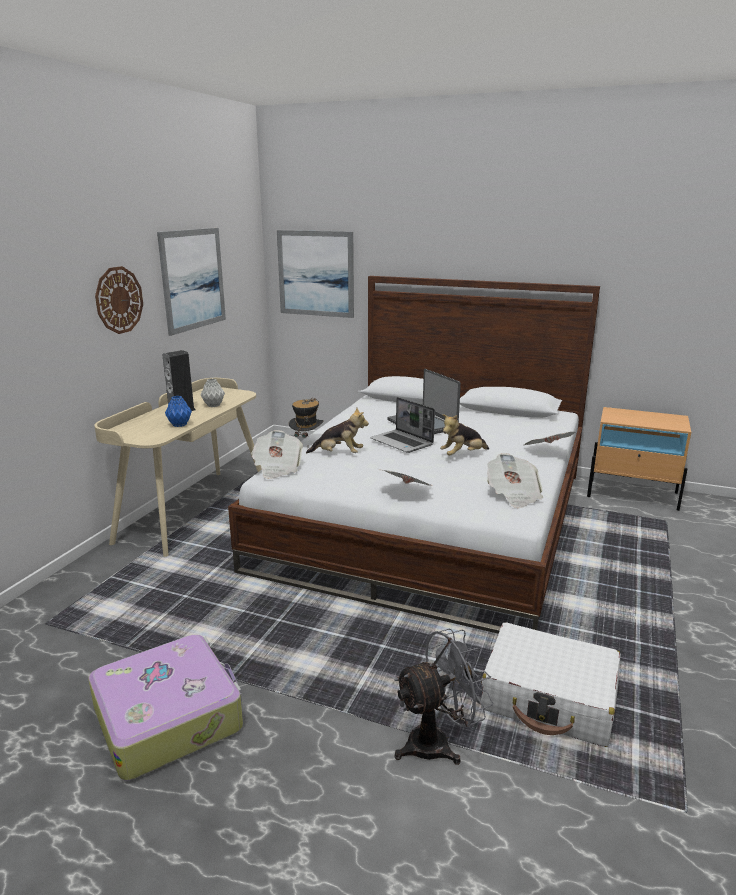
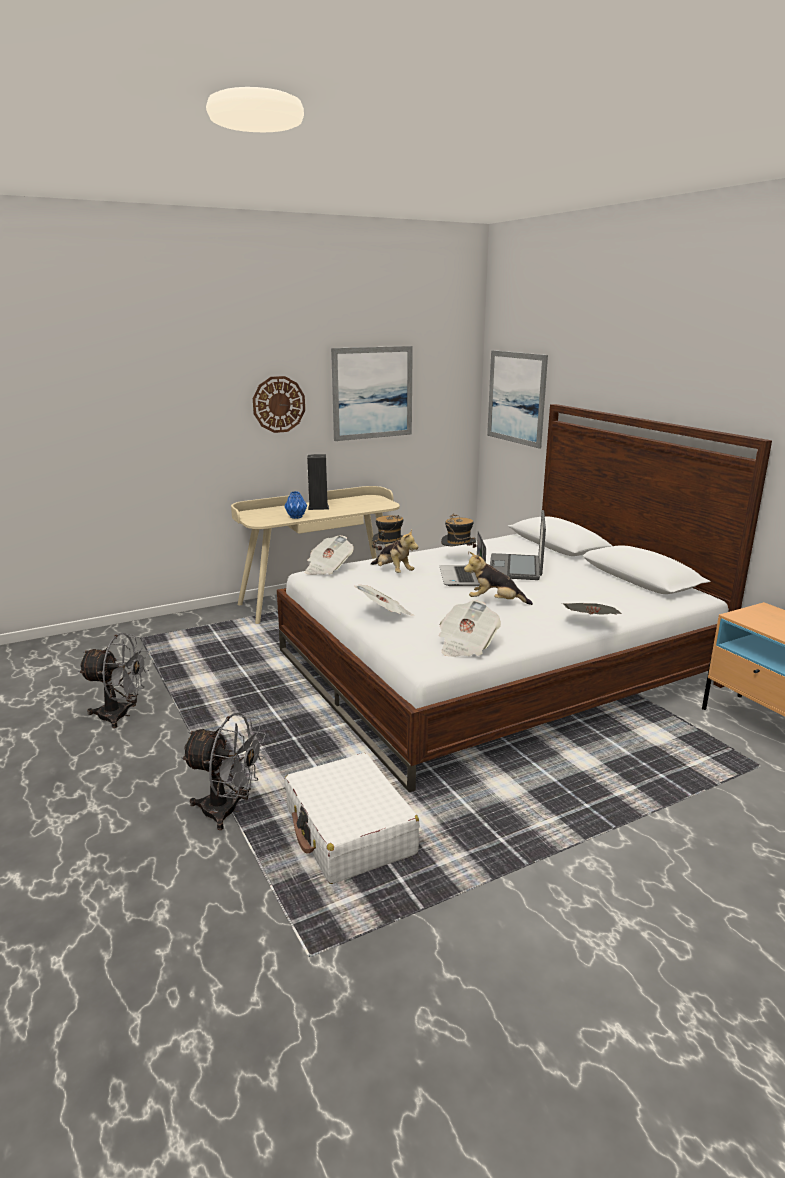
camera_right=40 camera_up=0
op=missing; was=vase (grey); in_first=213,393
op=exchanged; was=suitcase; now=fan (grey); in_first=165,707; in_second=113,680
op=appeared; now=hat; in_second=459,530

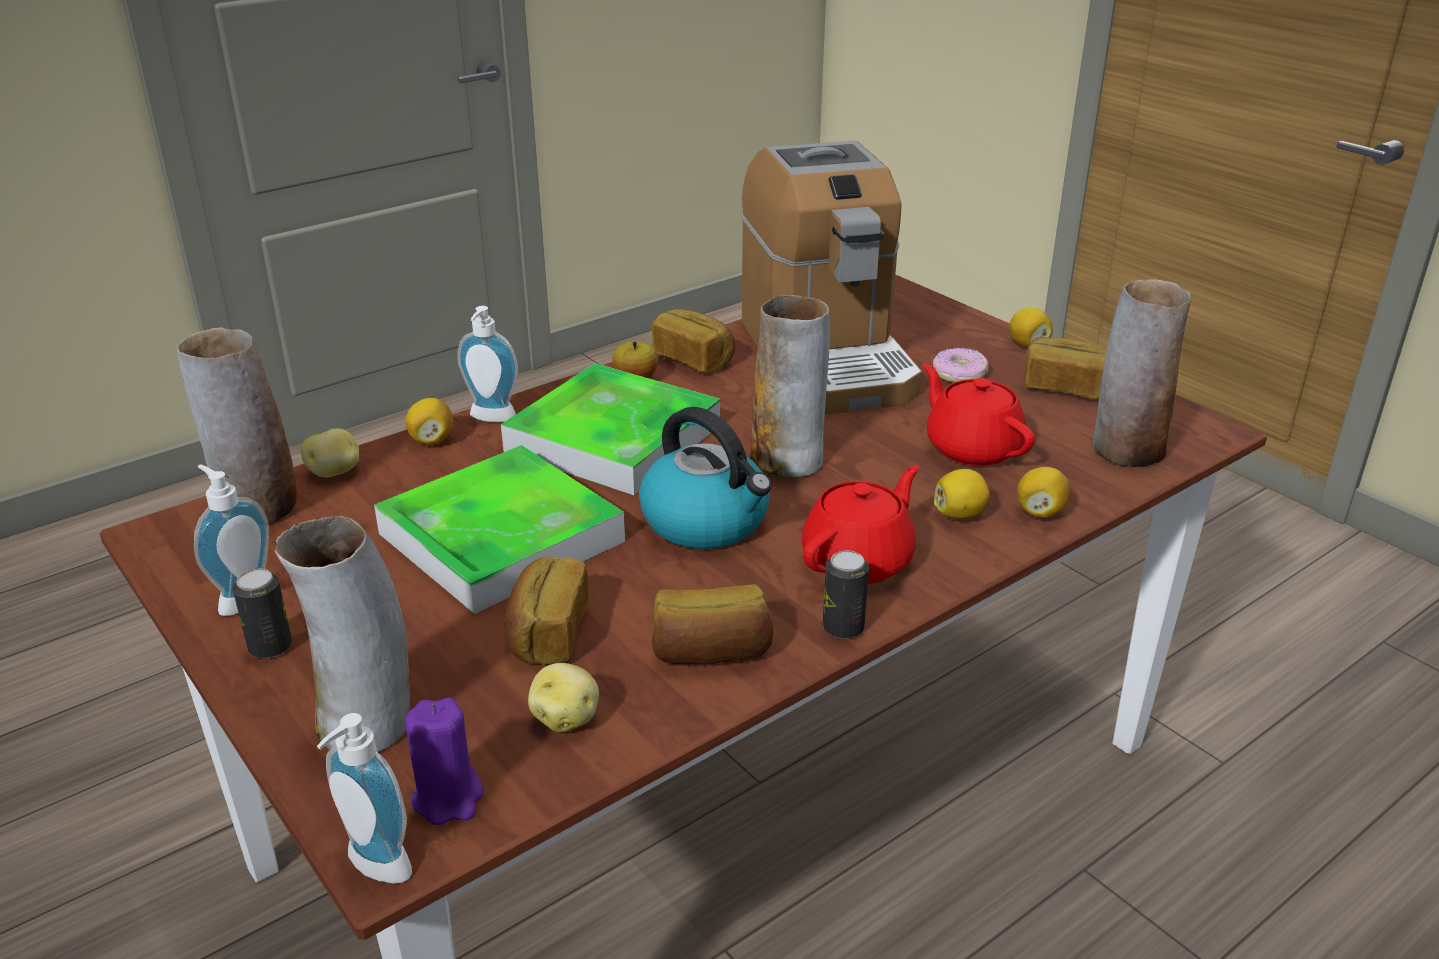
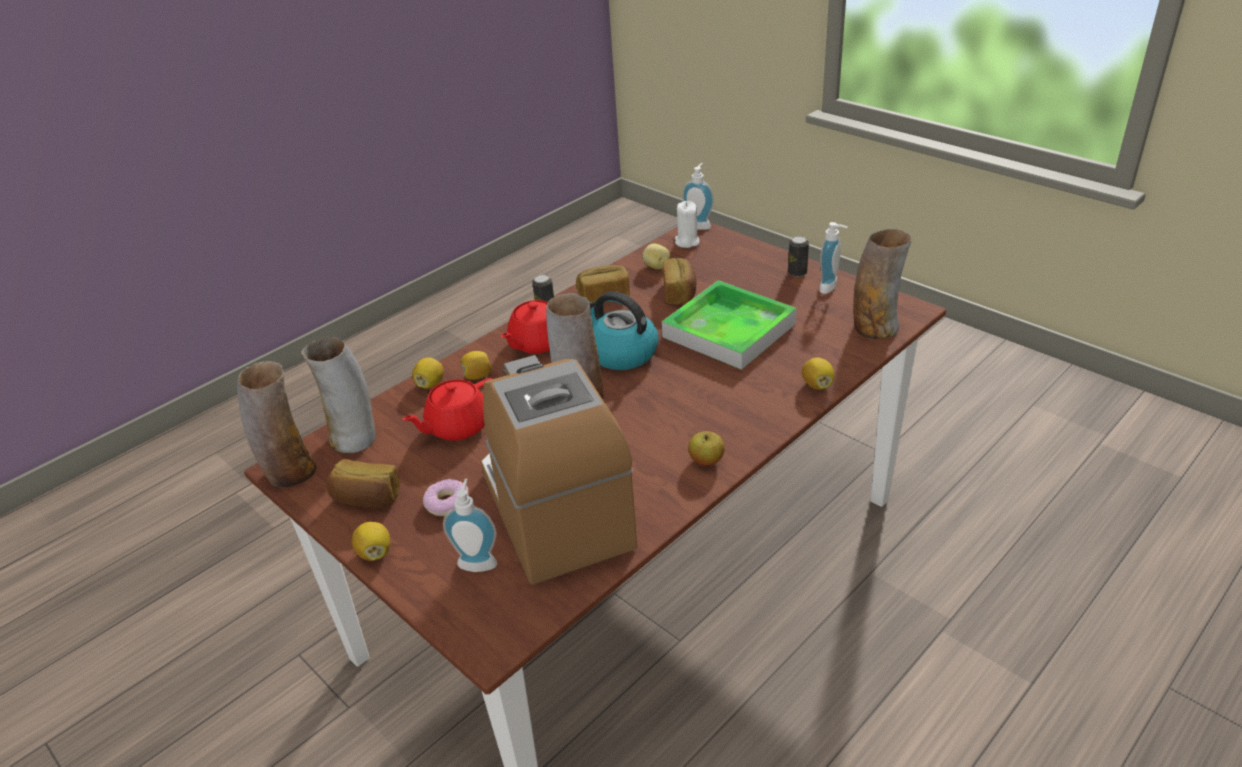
camera_right=175 camera_up=5
op=relocated; was=soap dispenser; in_first=487,364; in_second=470,525
op=missing; was=bread; in_first=694,341
op=missing; was=tray; in_first=610,429
op=spun; was=teapot (red); in_first=979,415; in_second=447,409; clockwise=90
op=missing; was=potato; in_first=330,453
op=relocated; was=vase; in_first=342,634; in_second=277,424
op=colour; was=candle (purple); now=candle (white); in_first=444,761; in_second=687,224

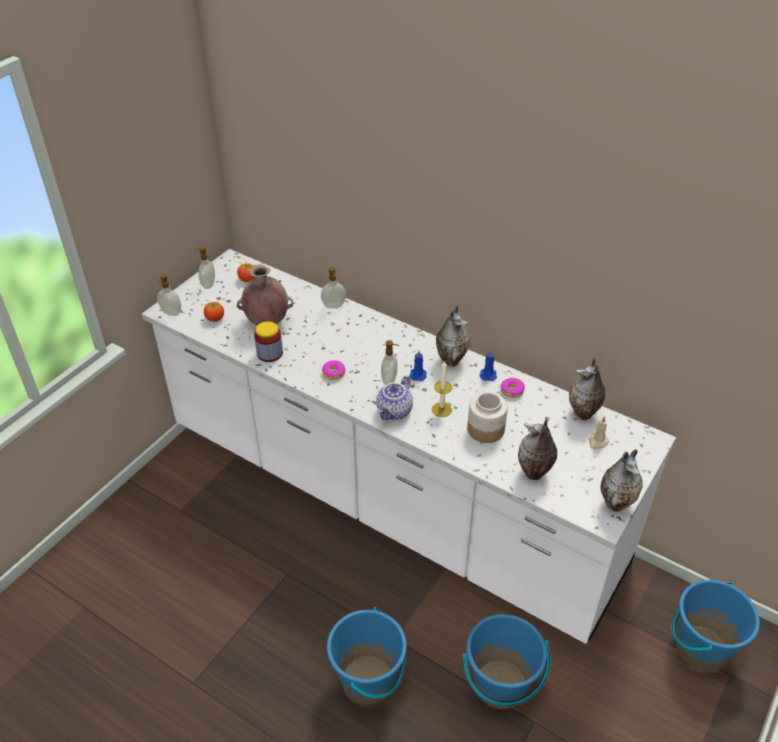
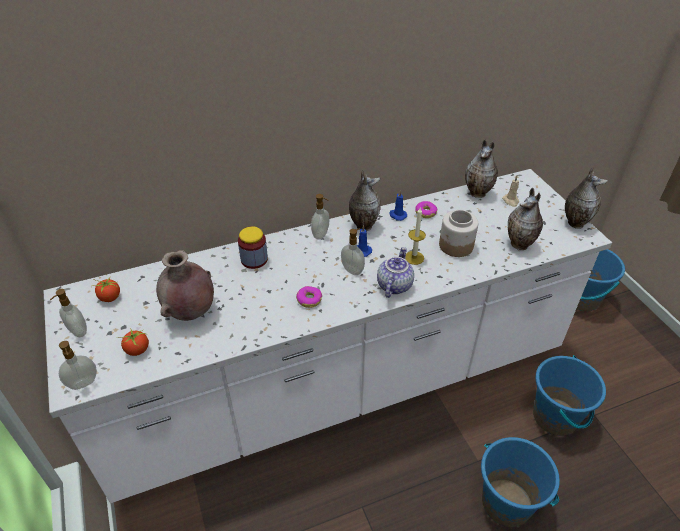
camera_right=-55 camera_up=0
op=relocated; was=soap dispenser; in_first=333,287; in_second=320,217
op=relocated; was=jar; in_first=268,341; in_second=253,247
op=spun; was=teapot; in_first=394,398; in_second=395,272; clockwise=-135

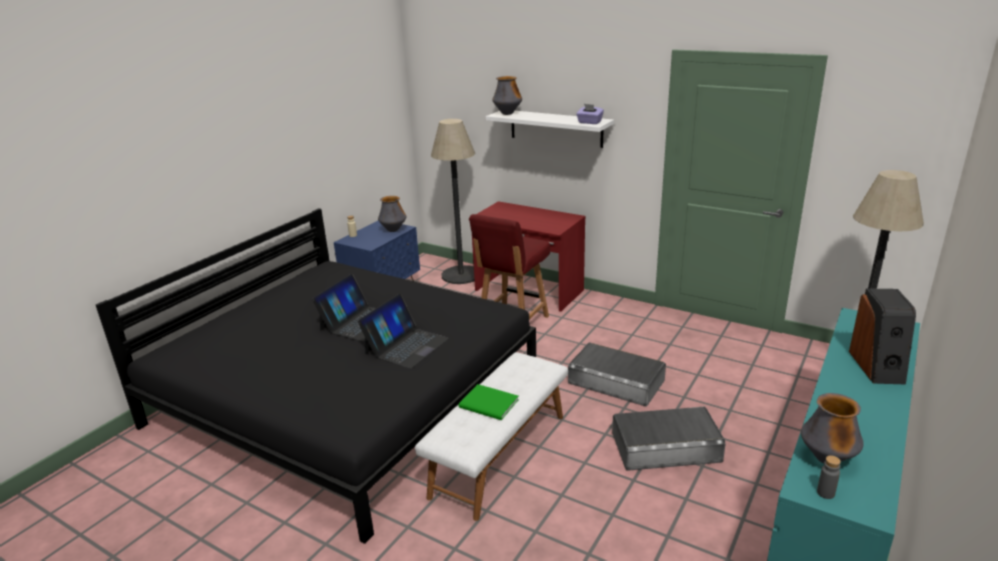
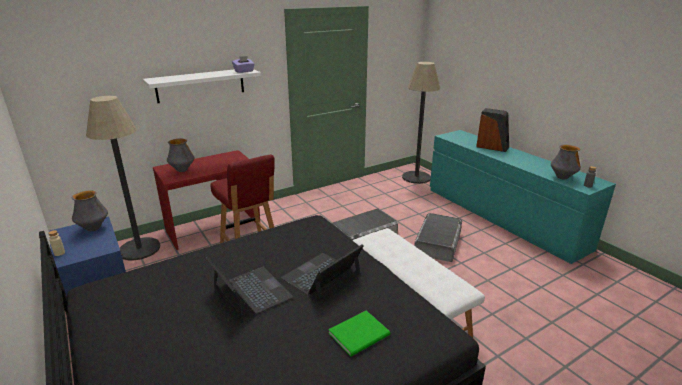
camera_right=-65 camera_up=0
op=relocated; was=vase; in_first=507,95; in_second=180,155
op=spun; was=laptop; in_first=403,331; in_second=322,273; clockwise=-105
op=relocated; was=book (green); in_first=489,402; in_second=359,334

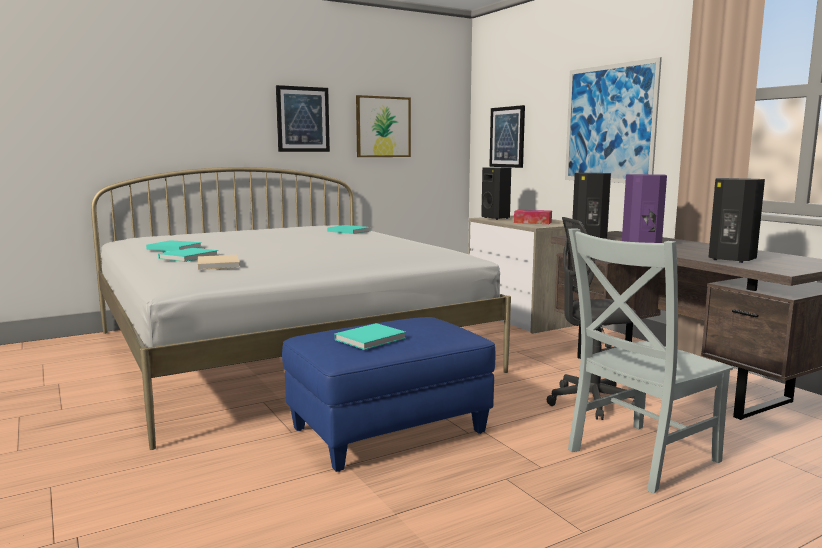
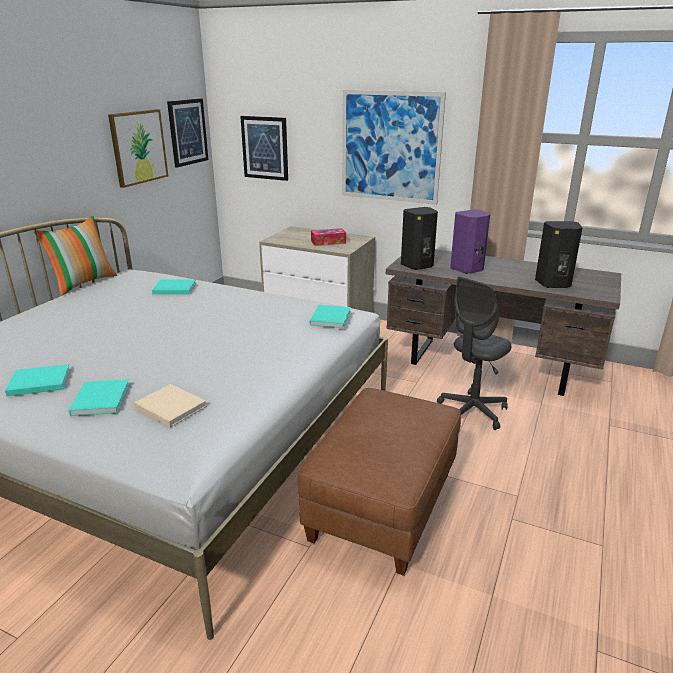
camera_right=-35 camera_up=15
op=relocated; was=picture; in_first=303,118; in_second=188,133
op=missing; was=speaker (black); in_first=496,193
op=missing; was=chair (grey); in_first=650,360
op=colour; was=ottoman (blue); now=ottoman (brown); in_first=388,394; in_second=379,482
op=relocated; was=book (turquoise); in_first=370,336; in_second=330,316
op=appeared; now=pillow; in_second=75,255

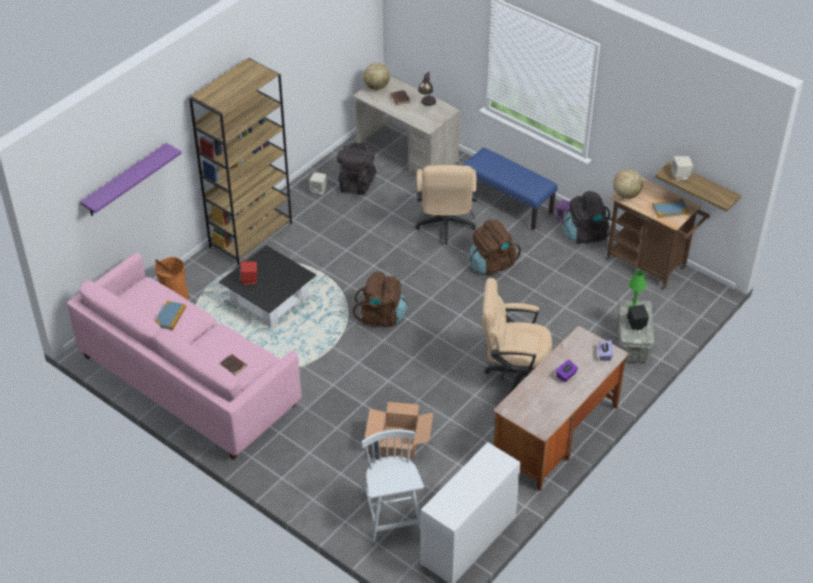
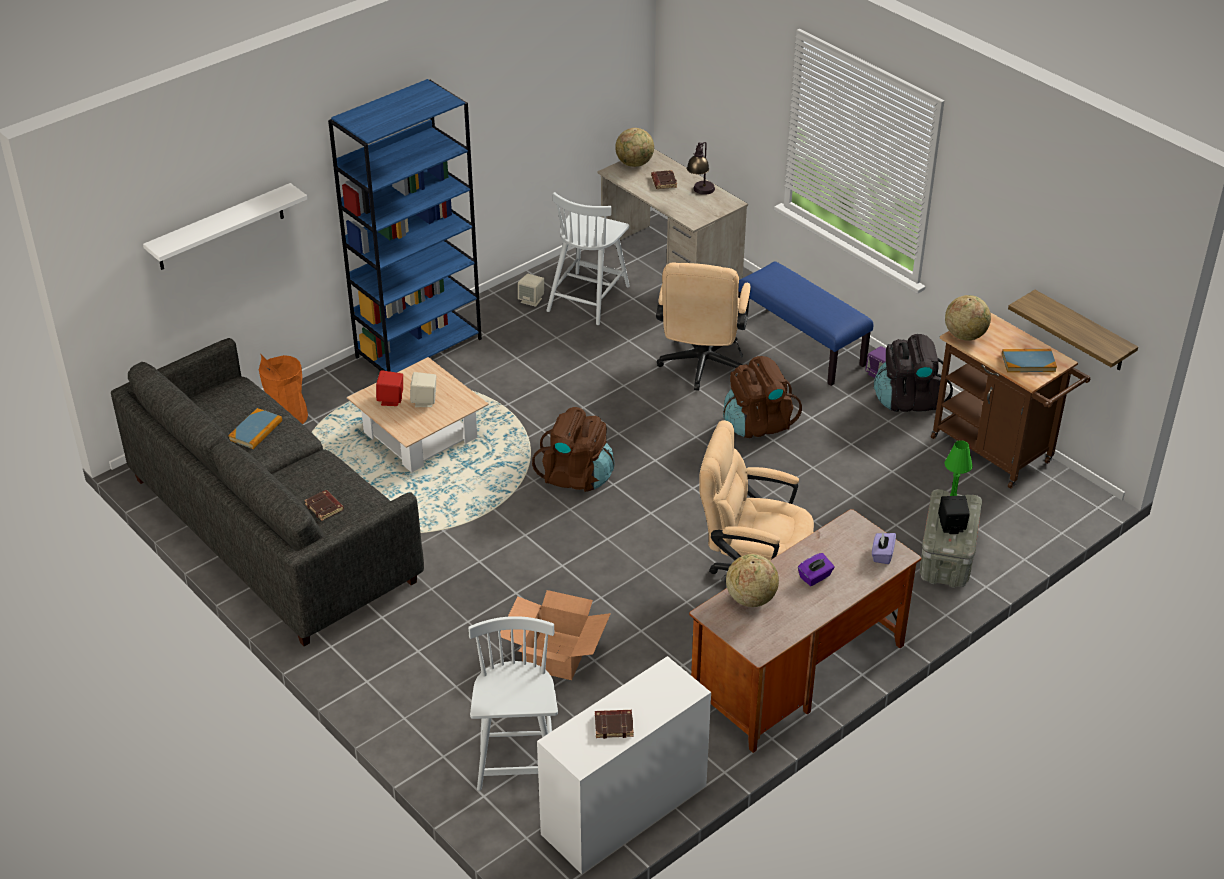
camera_right=10 camera_up=-5
op=colour; was=bookcase (brown); now=bookcase (blue); in_first=240,161; in_second=405,226
op=colour; was=shelf (purple); now=shelf (white); in_first=131,179; in_second=225,226
op=exchanged; was=backpack (black); now=chair (white); in_first=356,169; in_second=588,258
op=relocated; was=speaker (beige); in_first=682,168; in_second=423,389
op=colour; was=coffee table (black); now=coffee table (beige); in_first=267,286; in_second=418,415
op=colour; was=sofa (pink); now=sofa (grey); in_first=184,356; in_second=267,492
op=appeared; now=globe; in_second=752,580
op=appeared; now=book (brown); in_second=614,724

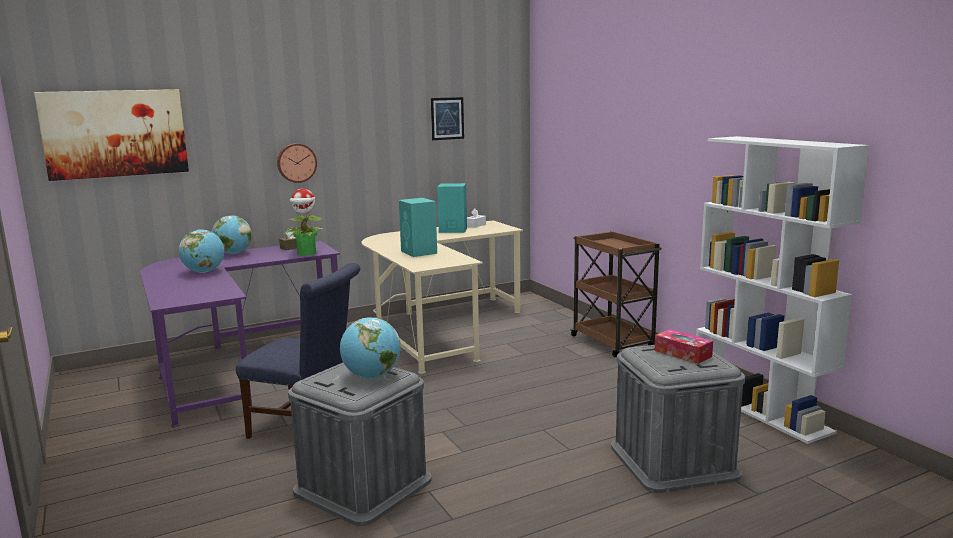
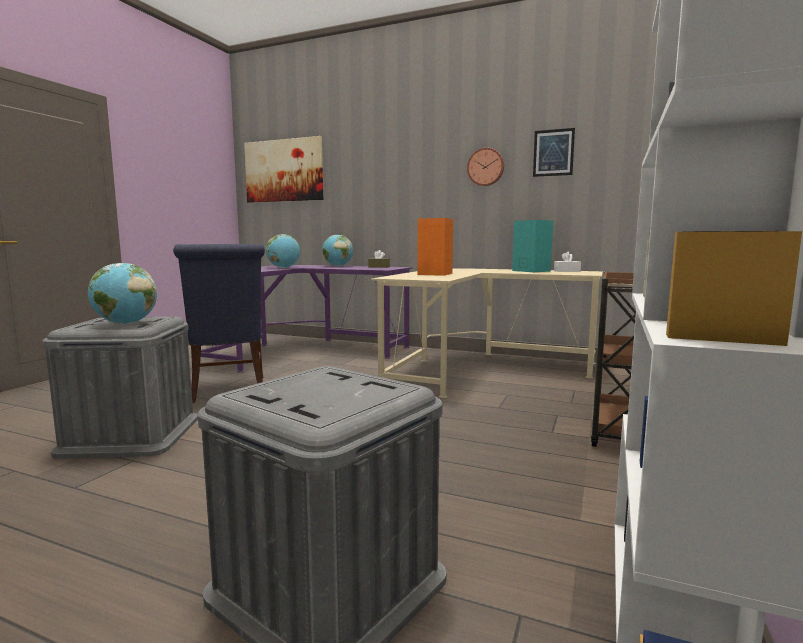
camera_right=50 camera_up=-5
op=relocated; was=wall clock; in_first=297,163; in_second=485,167
op=missing; was=potted plant; in_first=303,222
op=colour; was=speaker (turquoise); now=speaker (orange); in_first=418,227; in_second=435,247
op=missing; was=tissue box; in_first=683,346

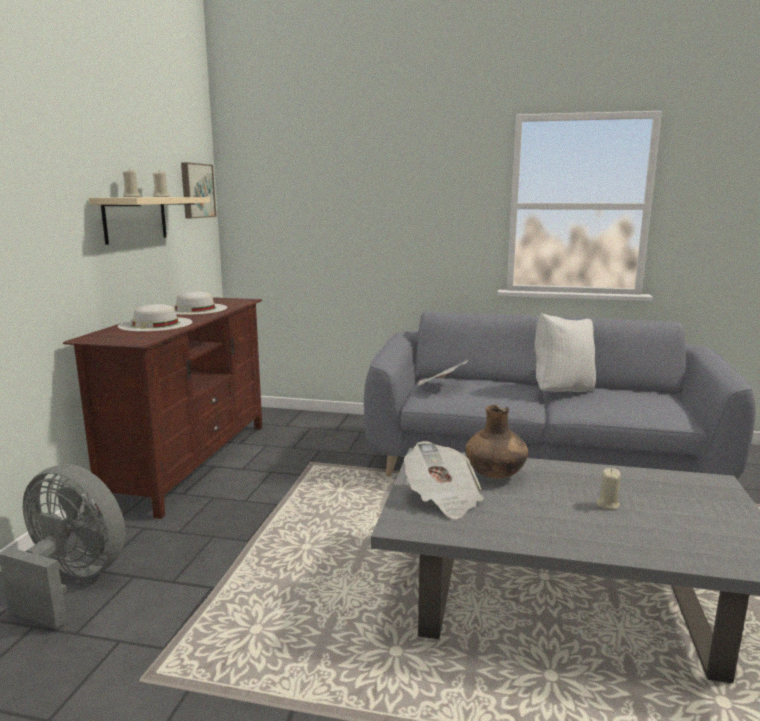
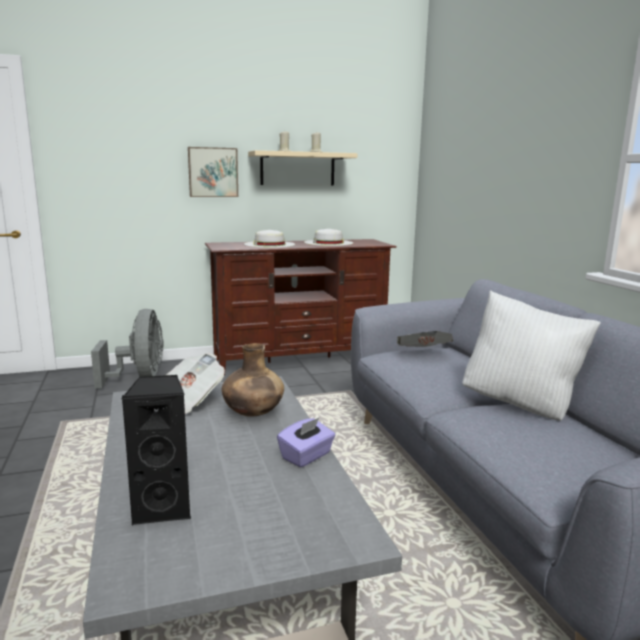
camera_right=60 camera_up=0
op=relocated; was=picture; in_first=198,190; in_second=213,172
op=missing; was=candle (beige); in_first=608,489
op=appeared; now=speaker (black); in_second=156,450
op=appeared; now=tissue box (purple); in_second=306,442

